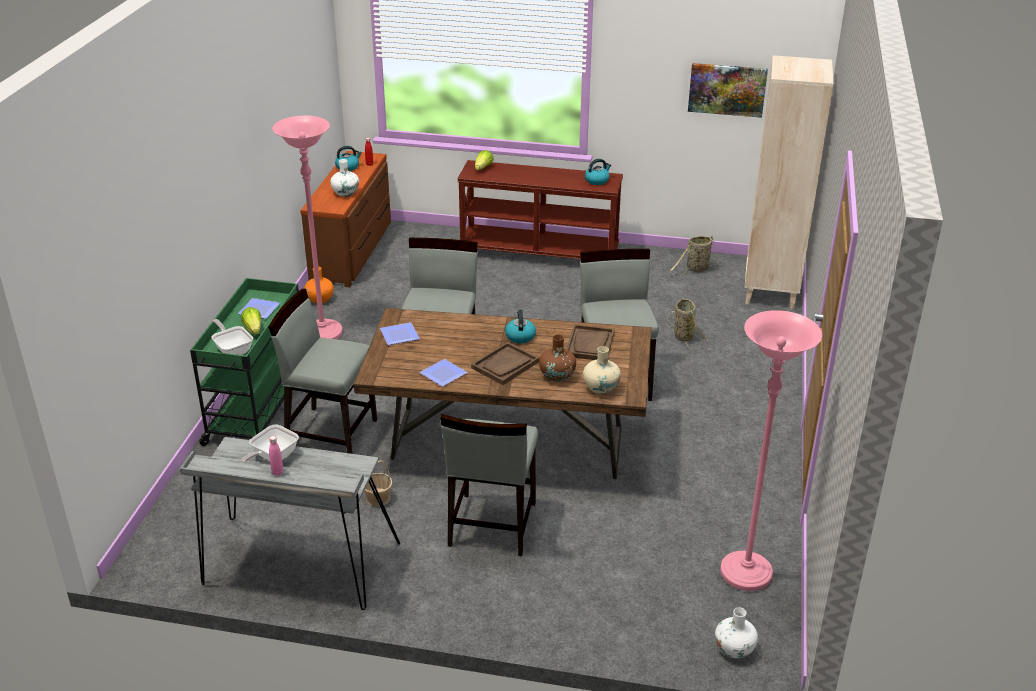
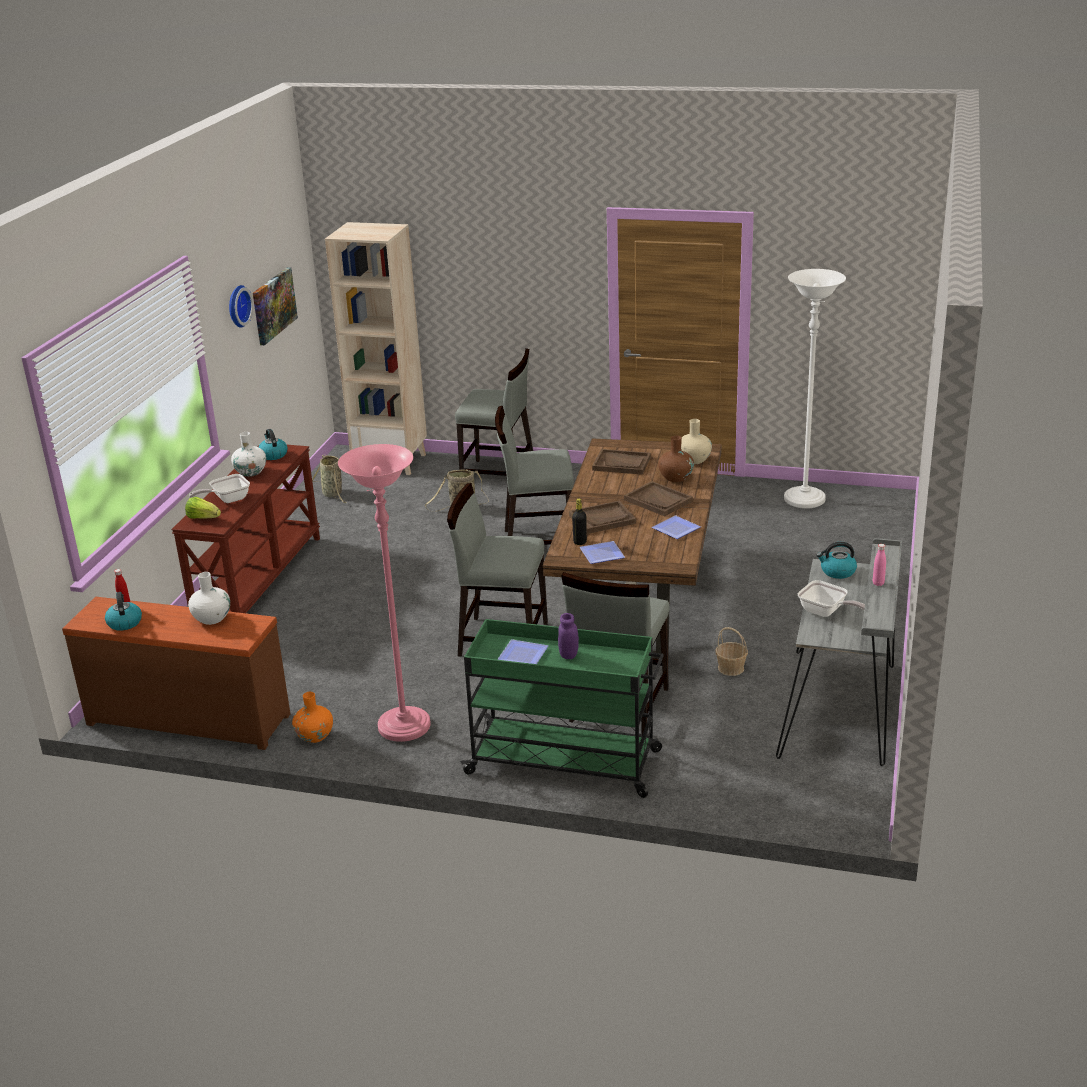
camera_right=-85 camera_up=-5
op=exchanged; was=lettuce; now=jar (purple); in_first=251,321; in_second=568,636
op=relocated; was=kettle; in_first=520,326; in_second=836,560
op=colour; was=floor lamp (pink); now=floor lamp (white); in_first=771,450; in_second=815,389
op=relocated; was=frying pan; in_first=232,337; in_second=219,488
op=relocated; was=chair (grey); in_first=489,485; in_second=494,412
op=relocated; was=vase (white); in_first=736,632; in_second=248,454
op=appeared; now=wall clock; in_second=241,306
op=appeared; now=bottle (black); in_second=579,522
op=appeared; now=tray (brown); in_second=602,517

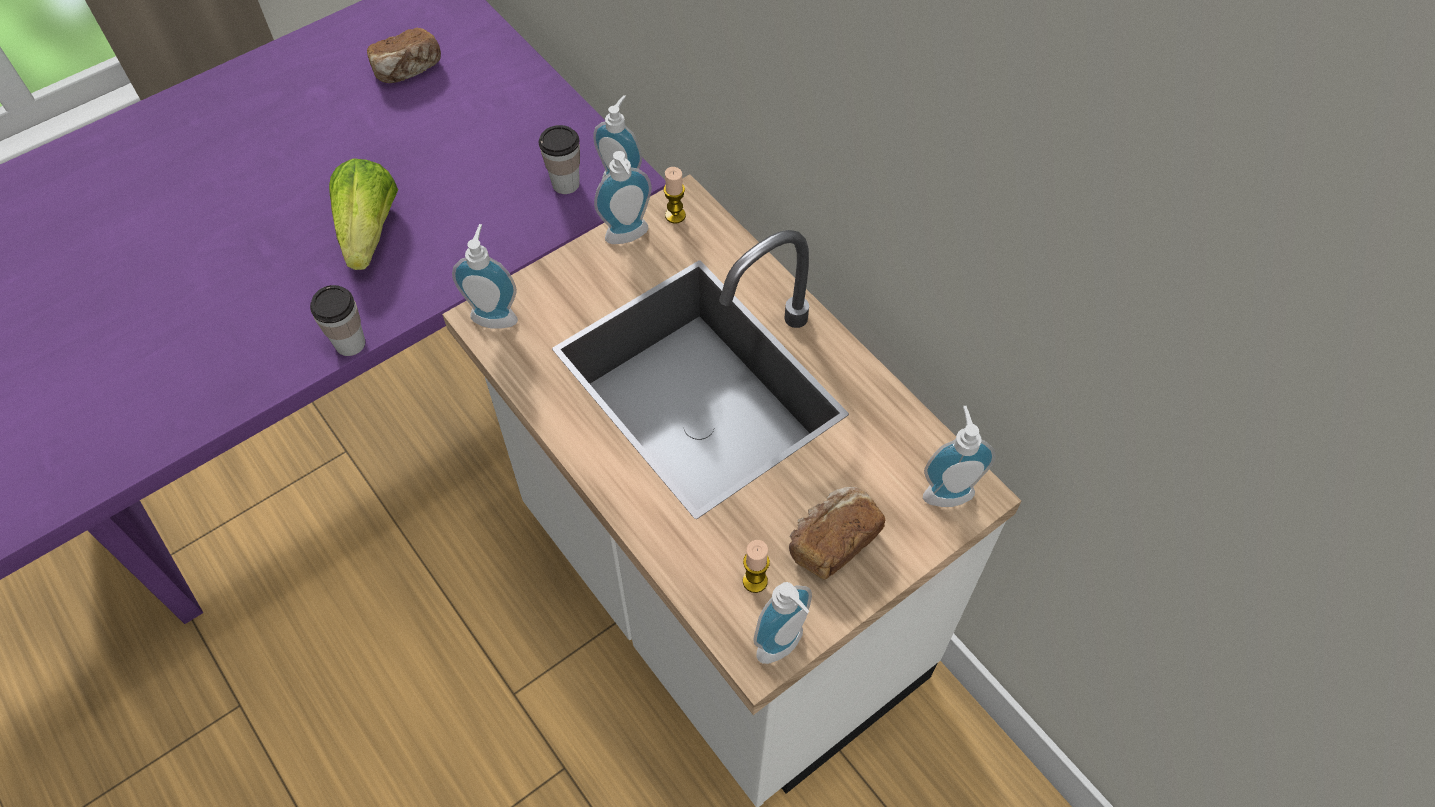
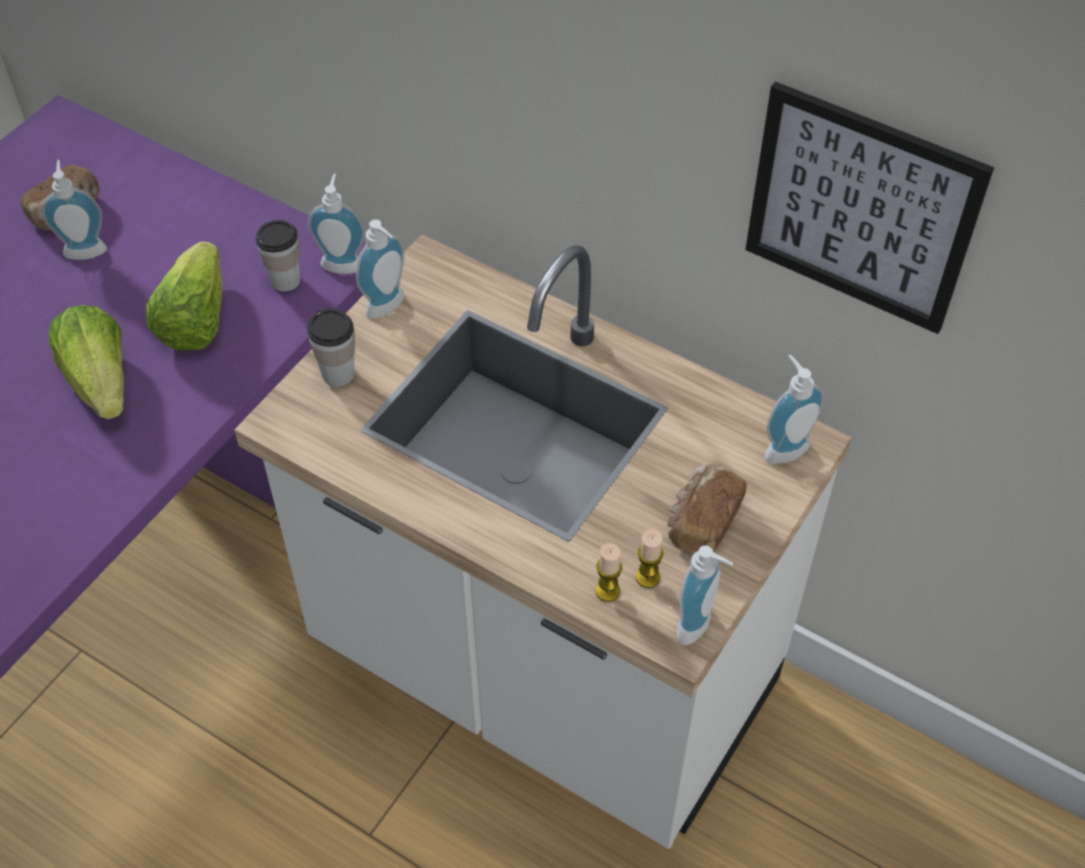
camera_right=-20 camera_up=-5
op=relocated; was=candle; in_first=674,195; in_second=608,572
op=relocated; was=soap dispenser; in_first=485,276; in_second=74,210
op=relocated; was=cup; in_first=337,320; in_second=331,347
op=appeared; now=picture; in_second=869,207
op=appeared; now=lettuce; in_second=184,296

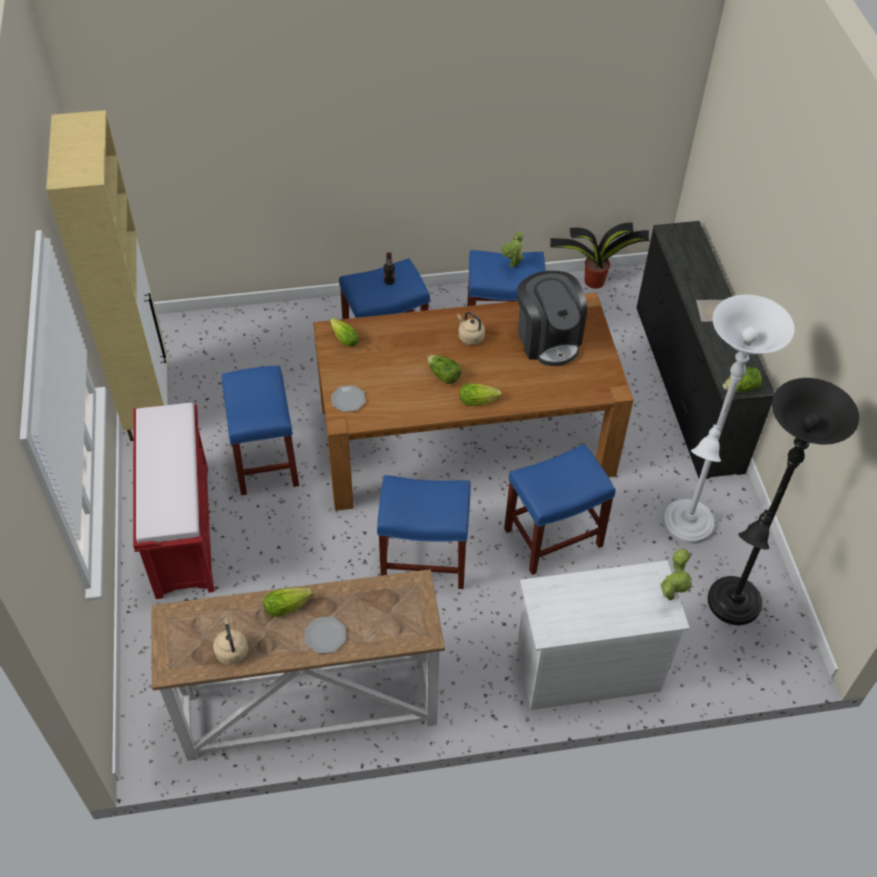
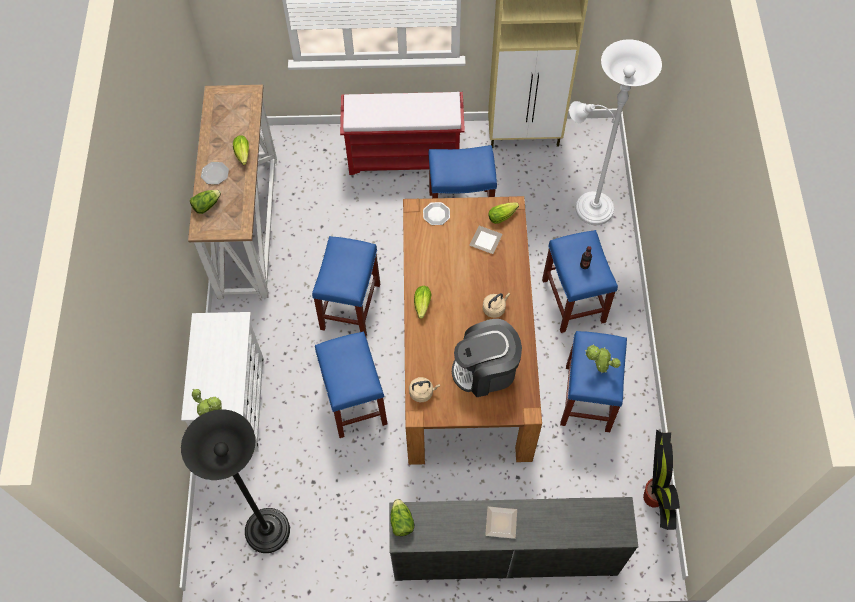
camera_right=100 camera_up=10
op=relocated; was=floor lamp (white); in_first=729,419; in_second=615,132
op=relocated; was=lettuce; in_first=444,369; in_second=205,202
op=relocated; was=kettle (beige); in_first=230,641; in_second=424,389
op=appeared; now=plate; in_second=486,240

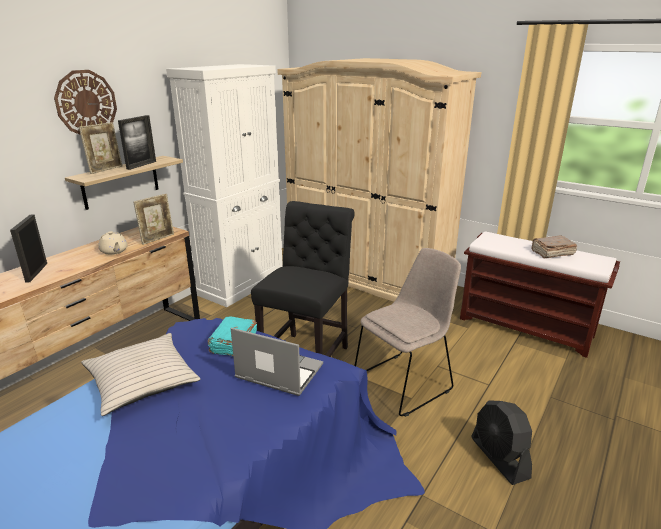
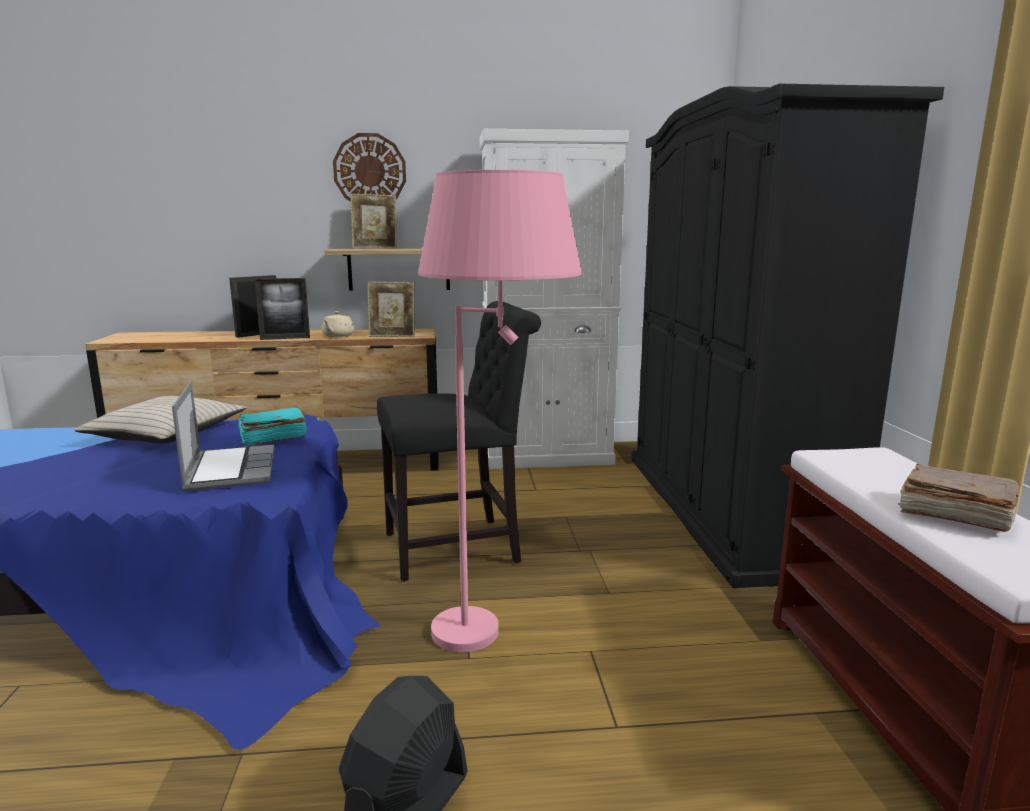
camera_right=50 camera_up=-10
op=colour; was=wardrobe (beige); now=wardrobe (black); in_first=379,180; in_second=787,336
op=relocated; was=picture frame; in_first=137,142; in_second=282,309
op=exchanged; was=chair (beige); now=floor lamp (pink); in_first=407,332; in_second=500,411

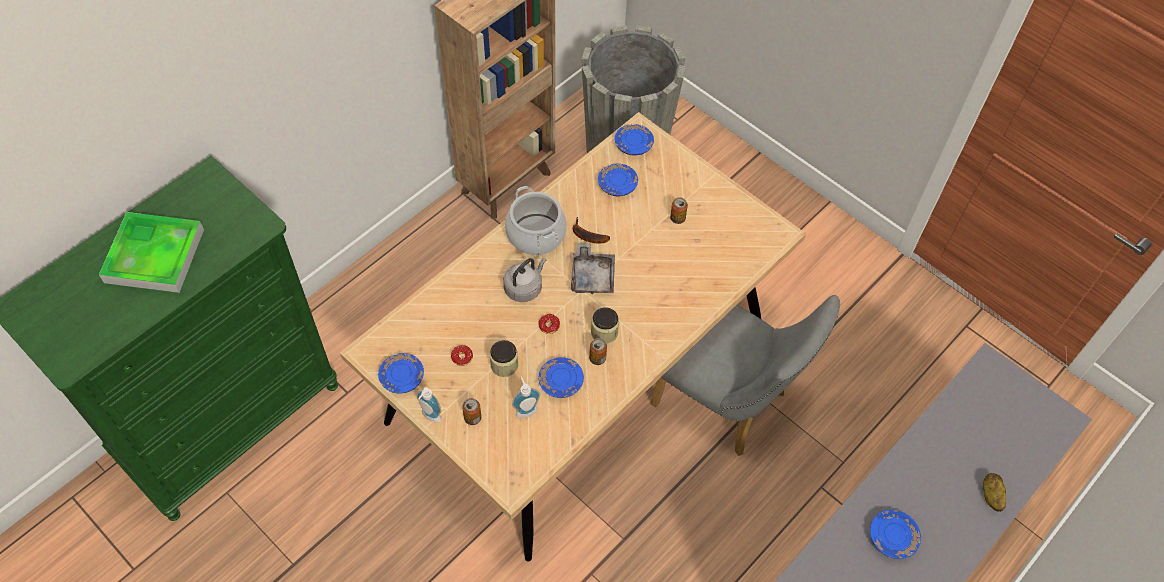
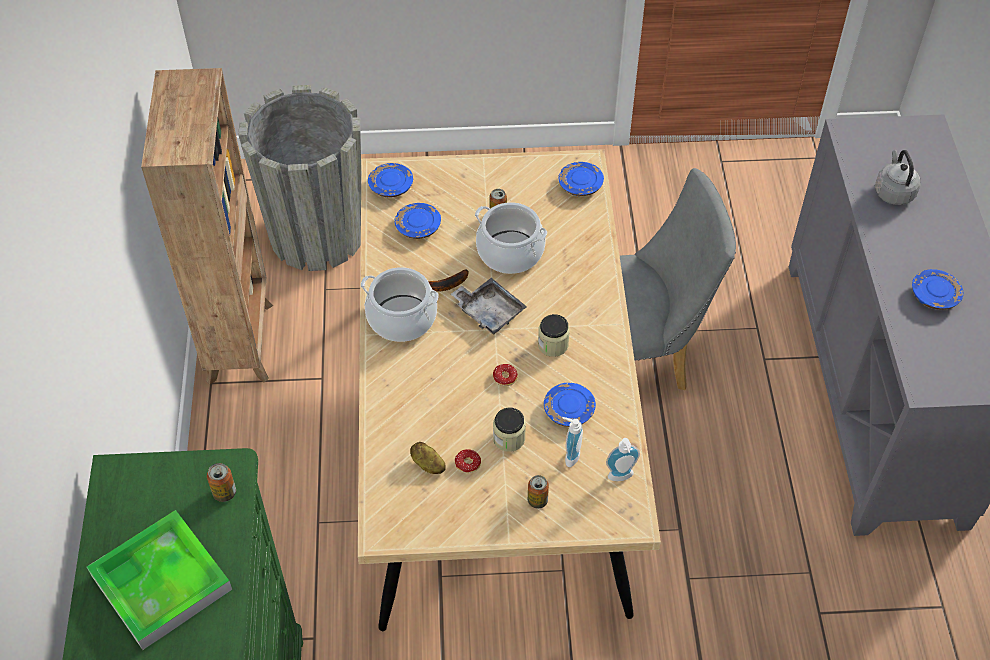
camera_right=-45 camera_up=-5
op=relocated; was=kettle (grey); in_first=524,280; in_second=898,177
op=relocated; was=can; in_first=598,351; in_second=221,482
op=relocated; was=plate (blue); in_first=401,373; in_second=581,179
op=relocated; was=soap dispenser; in_first=429,405; in_second=623,459
op=relocated; was=potato; in_first=994,492; in_second=428,458
op=appeared; now=cooking pot; in_second=511,238

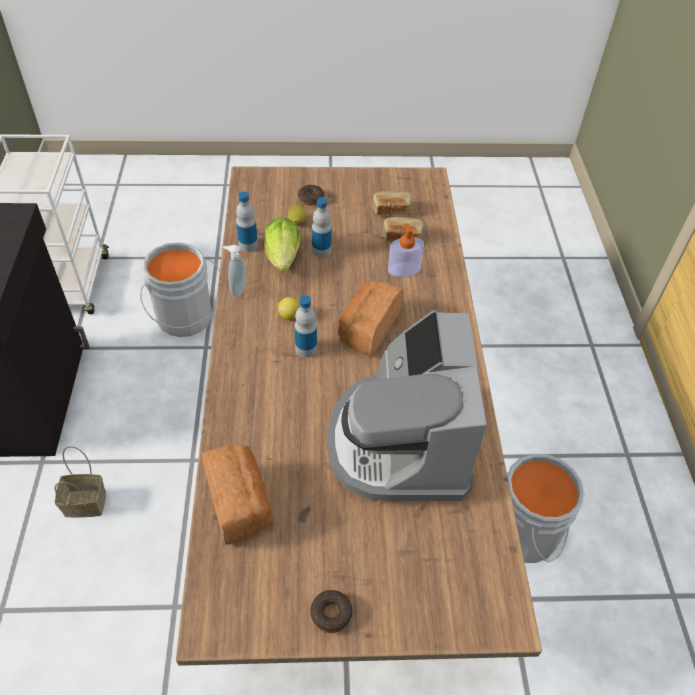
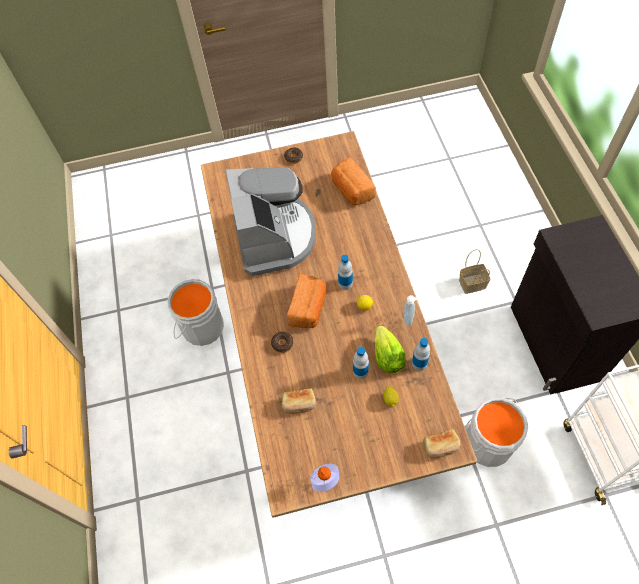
camera_right=175 camera_up=10
op=relocated; was=donut; in_first=311,195; in_second=282,342
op=relocated; was=bread; in_first=392,203; in_second=442,443
op=relocated; was=soap dispenser; in_first=406,250; in_second=324,478

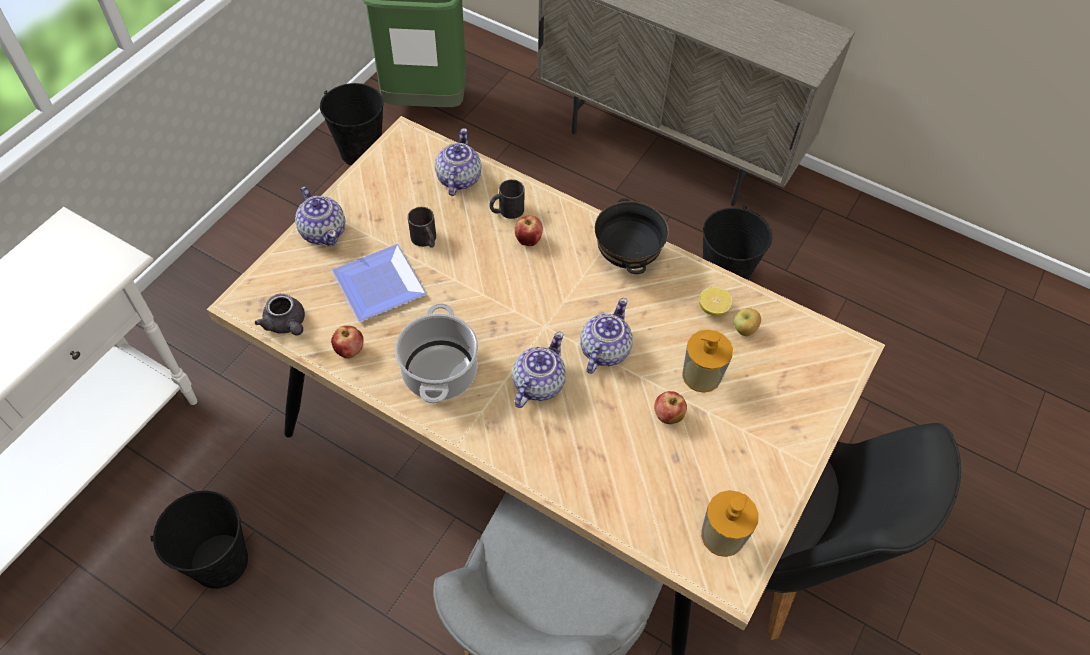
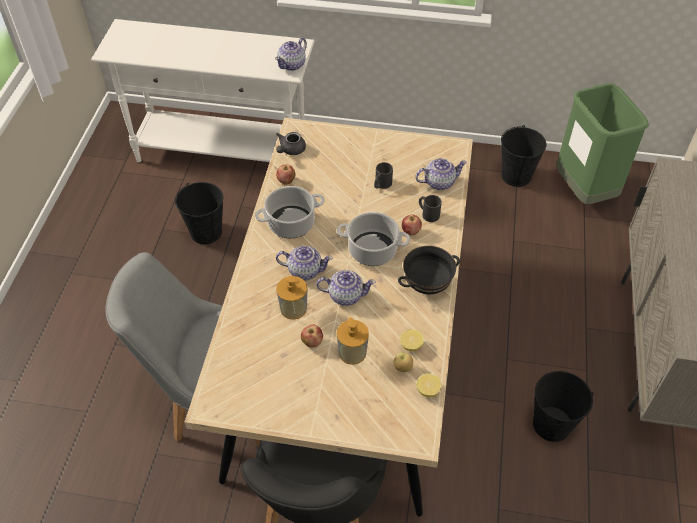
camera_right=70 camera_up=-5
op=relocated; was=teapot; in_first=320,216; in_second=291,54
op=missing; was=plate; in_first=379,283
op=relocated; was=soap dispenser; in_first=730,523; in_second=291,297
op=appeared; now=cooking pot; in_second=373,239
op=appeared; now=lemon; in_second=429,385

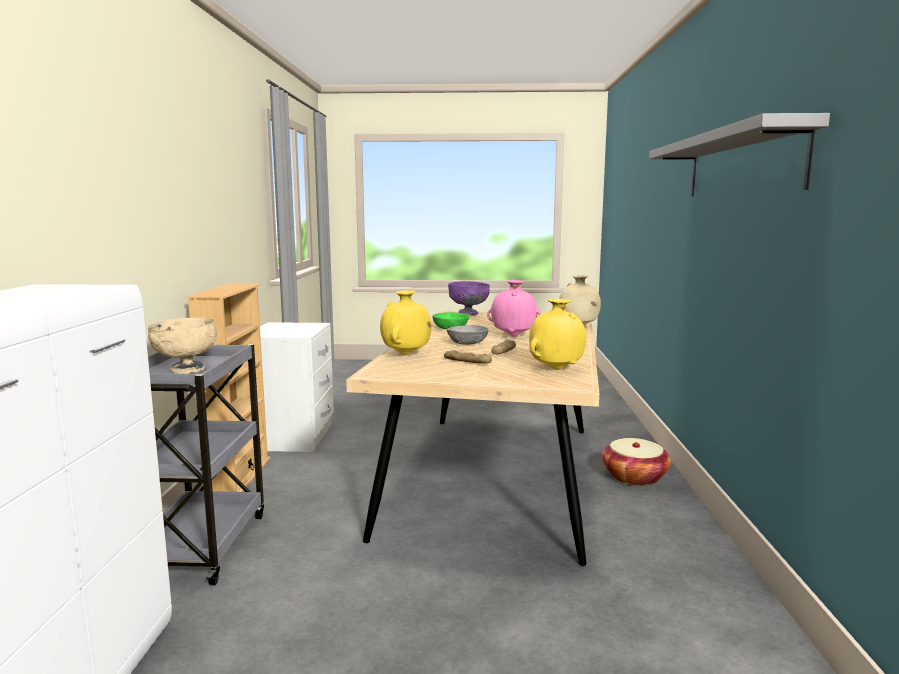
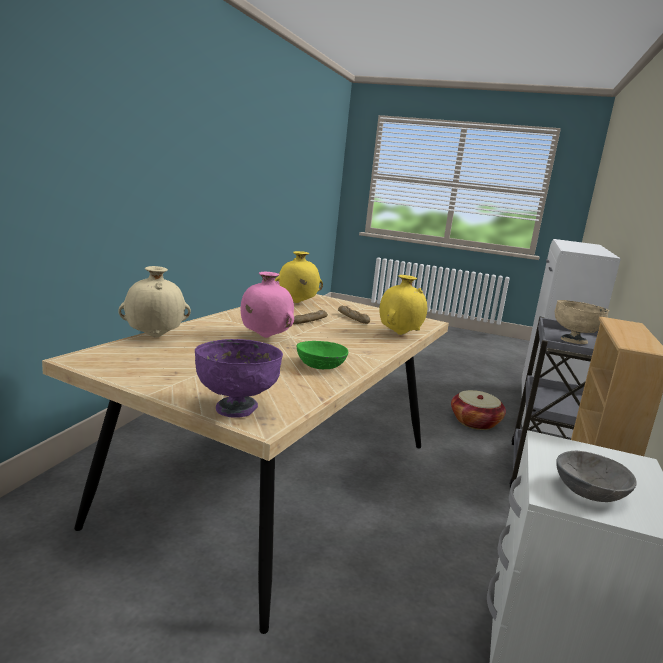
camera_right=-165 camera_up=5
op=missing; was=shelf (grey); in_first=739,154
op=relocated; was=bowl (grey); in_first=468,335; in_second=596,476
op=relocated; was=basket; in_first=636,462; in_second=478,410

